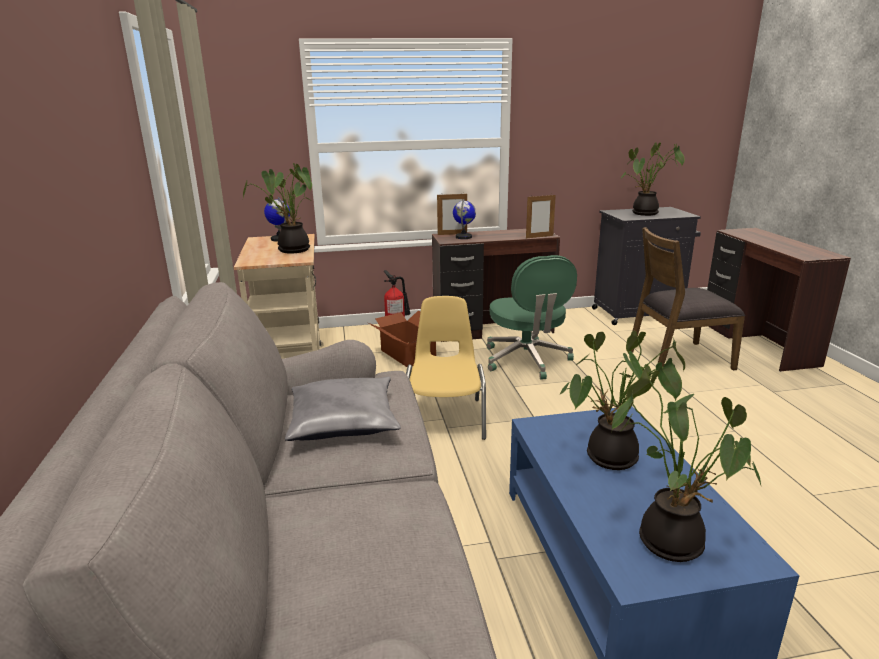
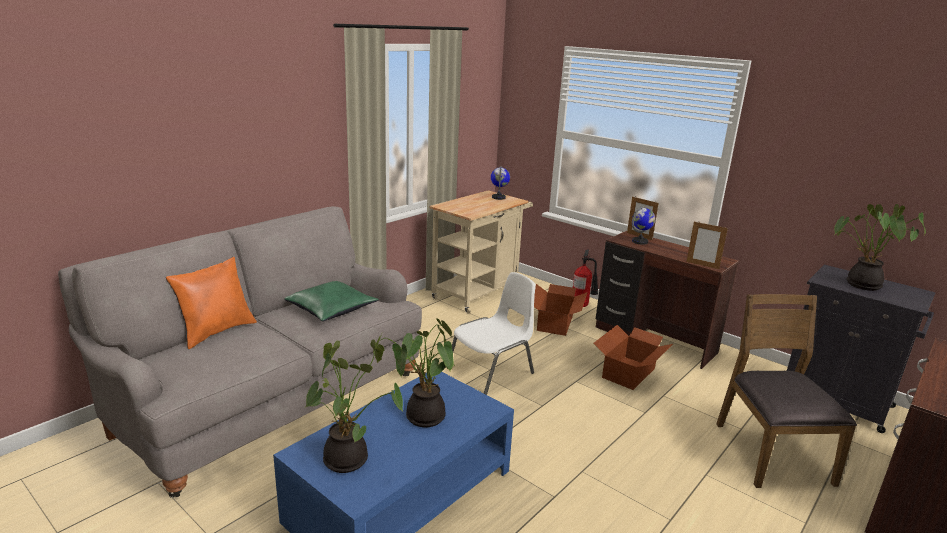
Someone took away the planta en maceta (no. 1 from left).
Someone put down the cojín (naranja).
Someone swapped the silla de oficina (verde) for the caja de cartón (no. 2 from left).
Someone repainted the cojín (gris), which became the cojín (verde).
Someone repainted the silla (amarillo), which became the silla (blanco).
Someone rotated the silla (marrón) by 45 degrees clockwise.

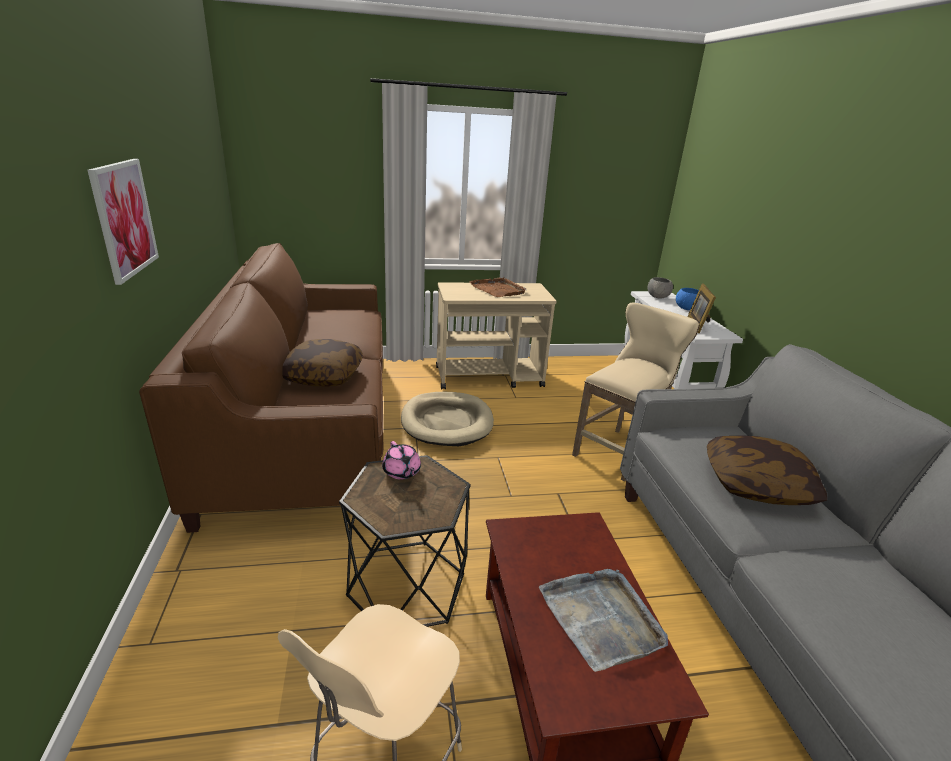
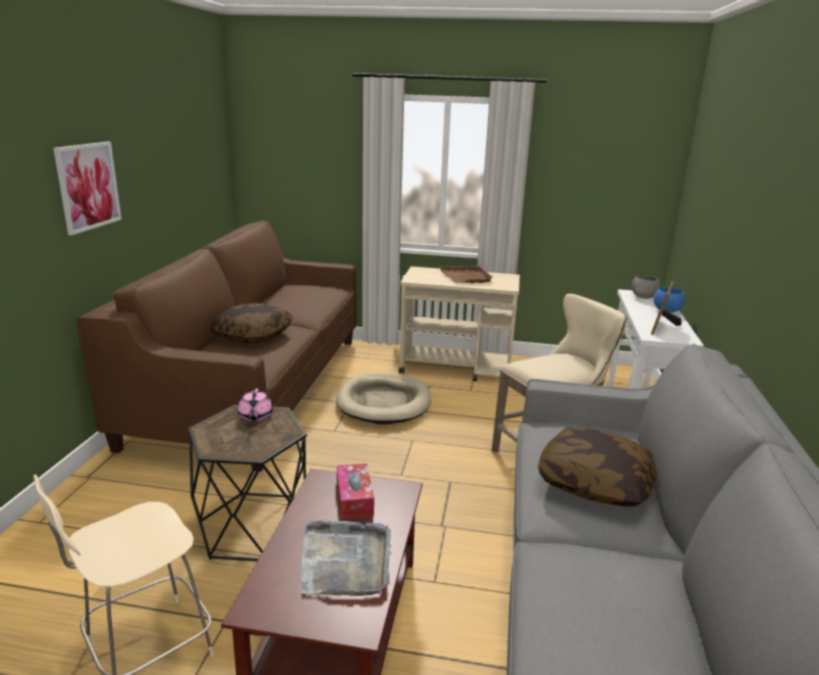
Someone put down the caja de pañuelos.

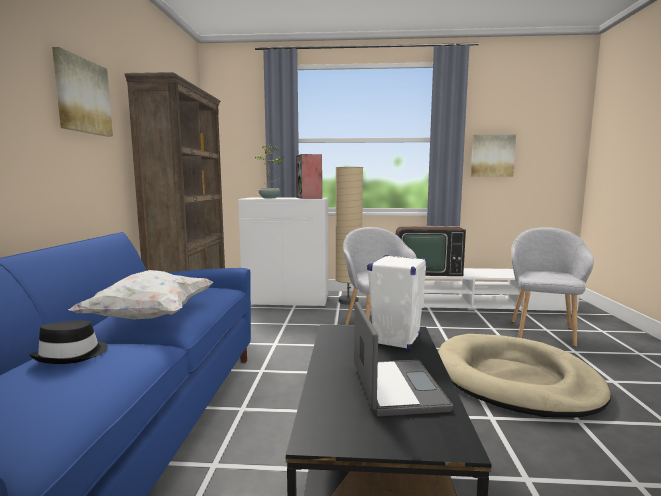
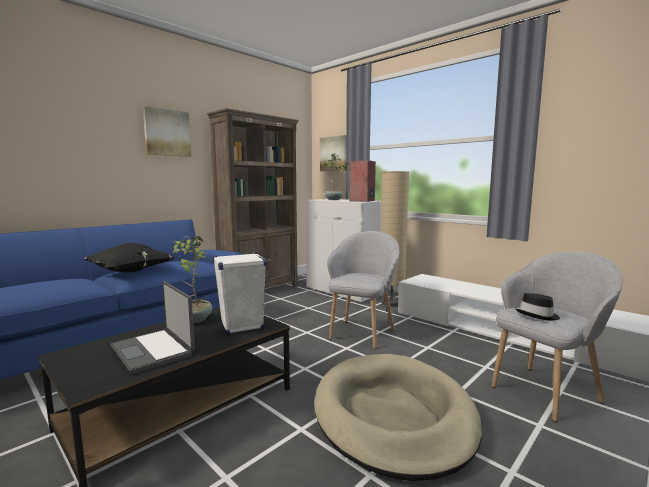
Someone took away the televisor.
Someone put down the planta en maceta (no. 1 from left).
Someone carried the sombrero (negro).
Someone carried the cuadro (no. 2 from left).
Someone repainted the cojín (blanco), which became the cojín (negro).
Someone rotated the portátil by 105 degrees clockwise.

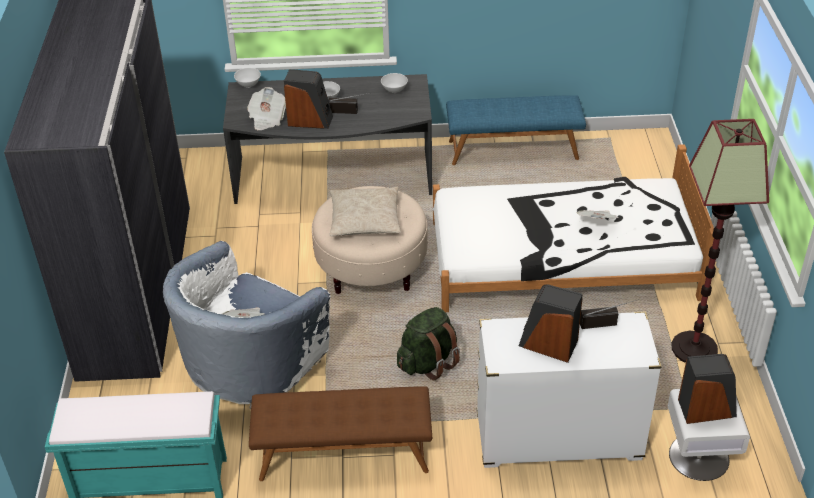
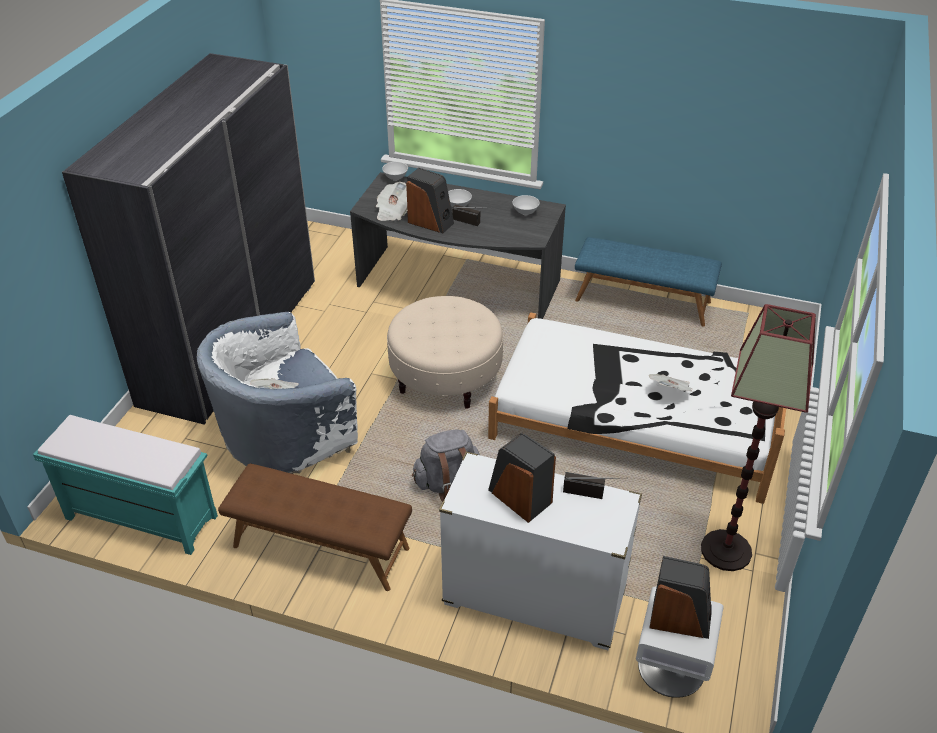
Someone took away the cojín (beis).
Someone repainted the mochila (verde), which became the mochila (gris).

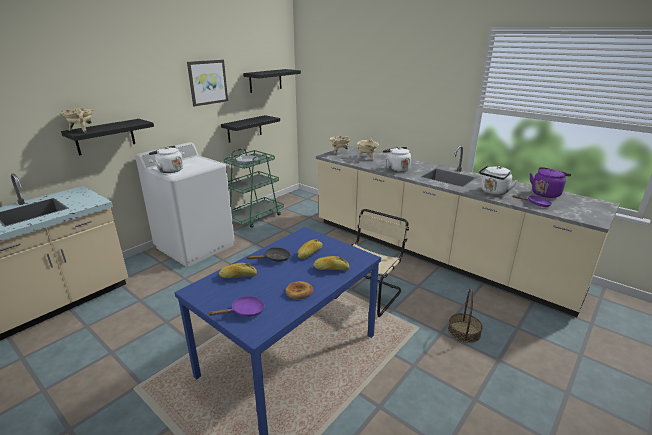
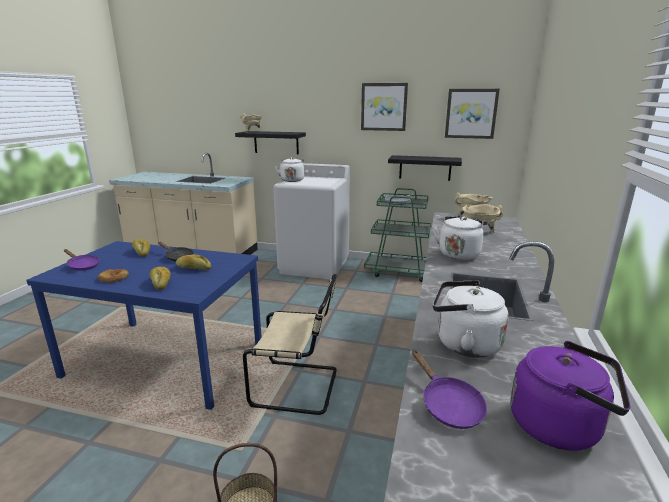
Someone swapped the estante (negro) (no. 3 from left) for the cuadro (no. 2 from left).

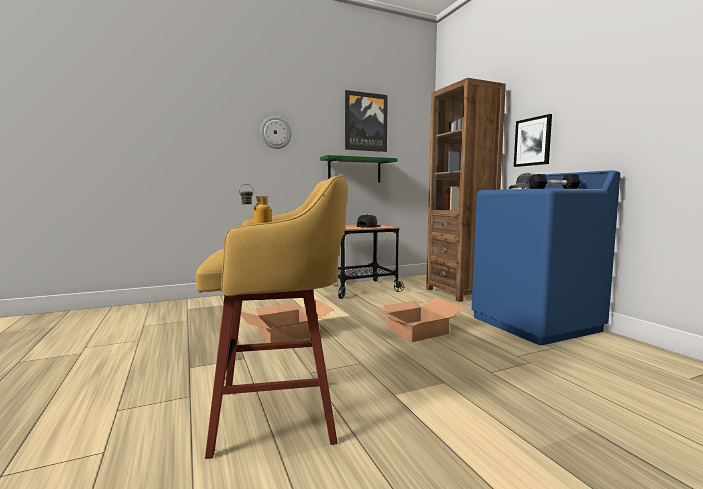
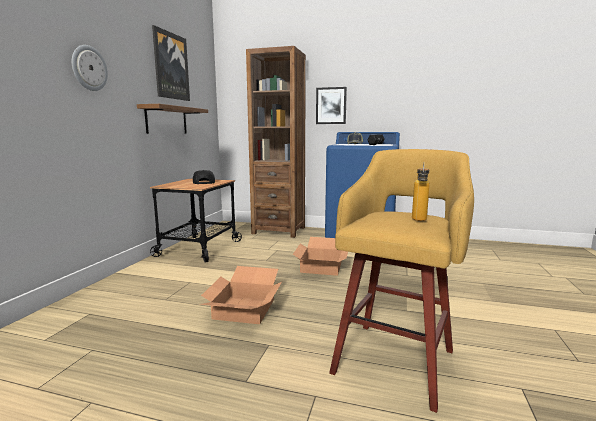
Someone repainted the estante (verde), which became the estante (marrón).

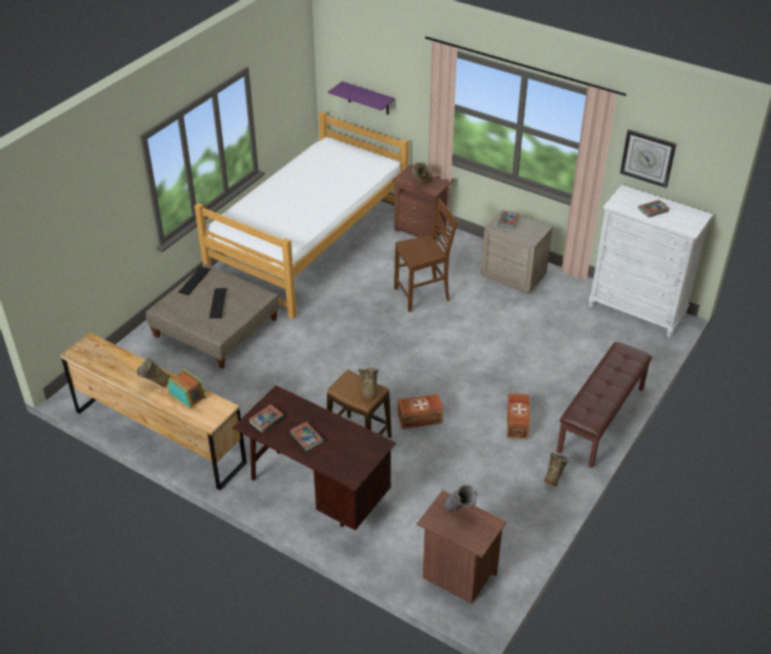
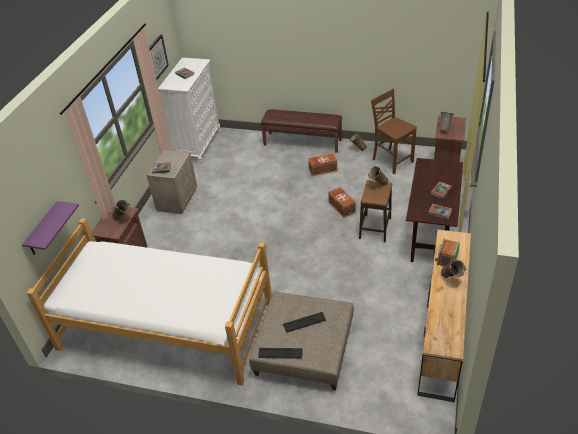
Someone carried the silla (marrón).

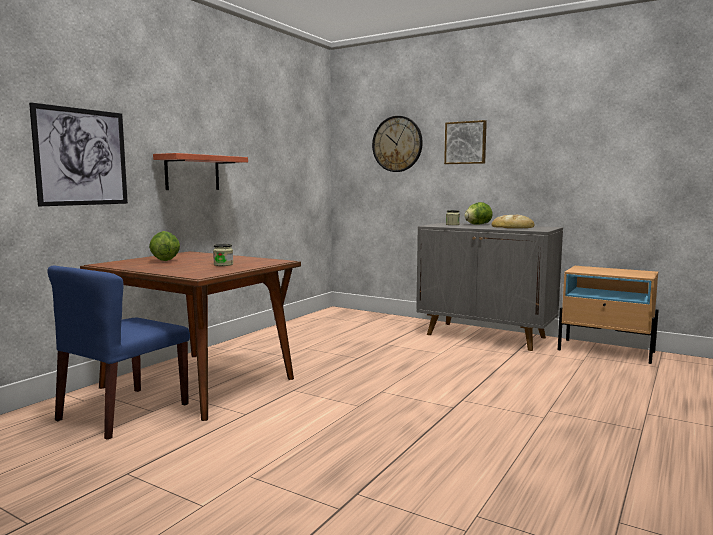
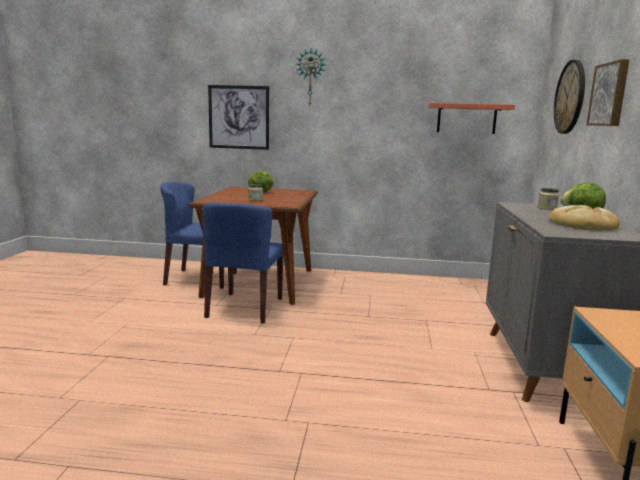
Someone put down the silla (azul) (no. 2 from left).
Someone put up the reloj de pared (no. 1 from left).
Someone carried the estante.

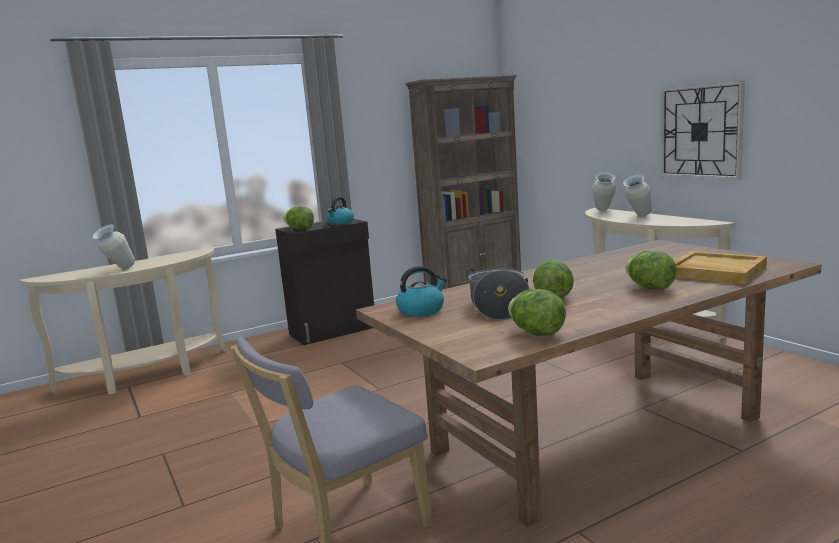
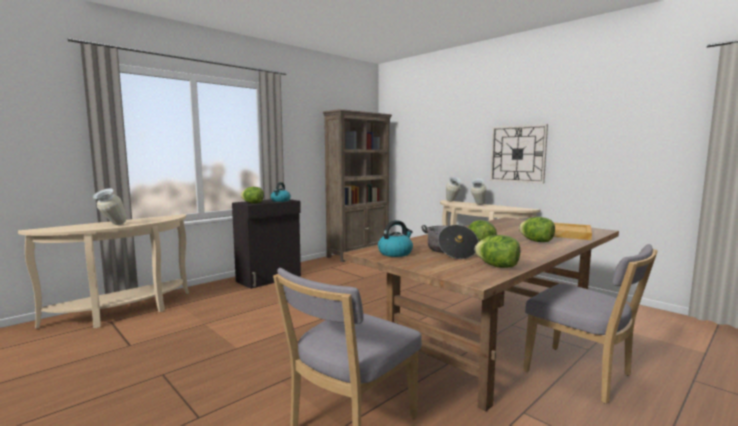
Someone put down the silla (gris) (no. 2 from left).

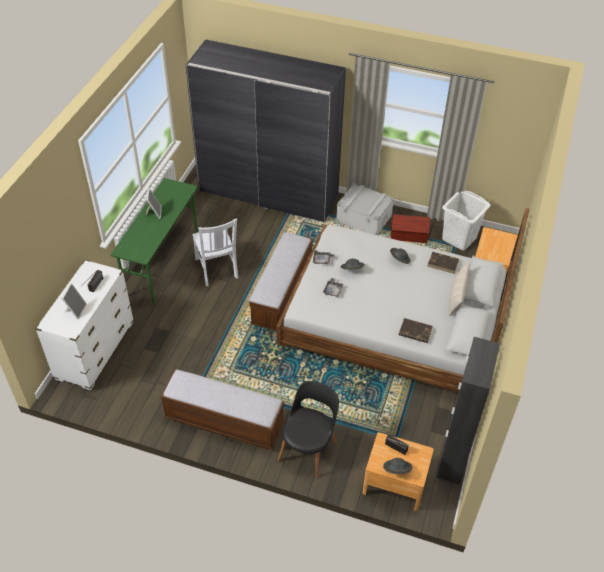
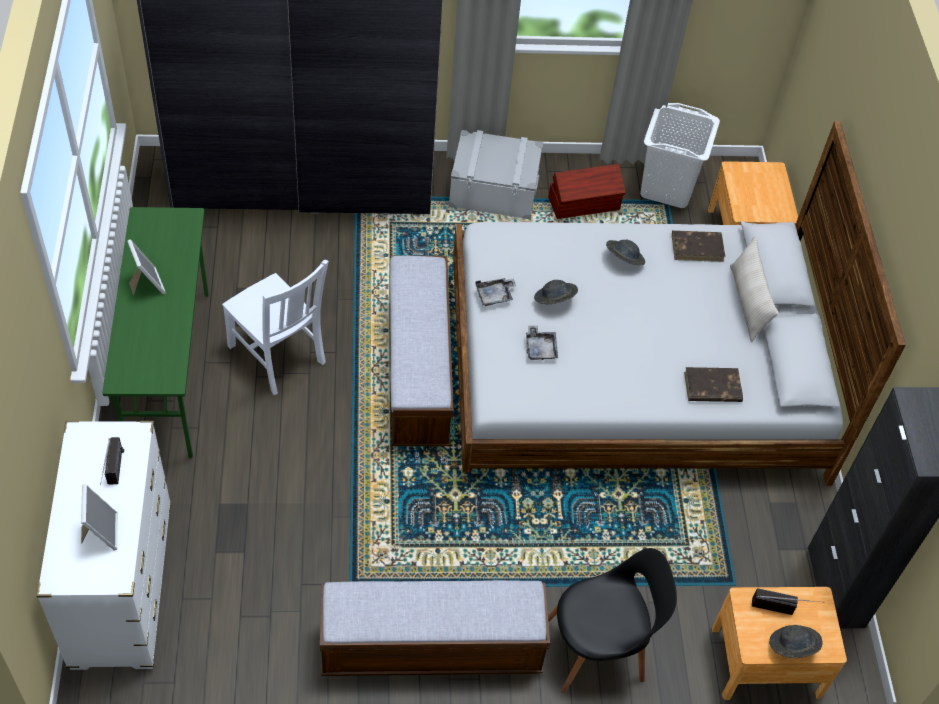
Someone rotated the silla (negro) by 75 degrees clockwise.

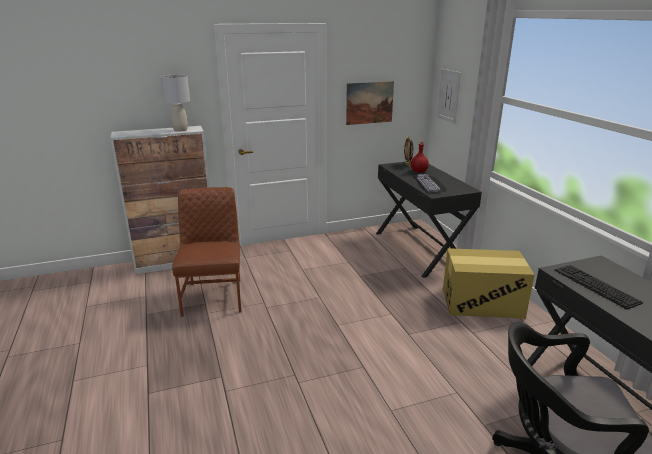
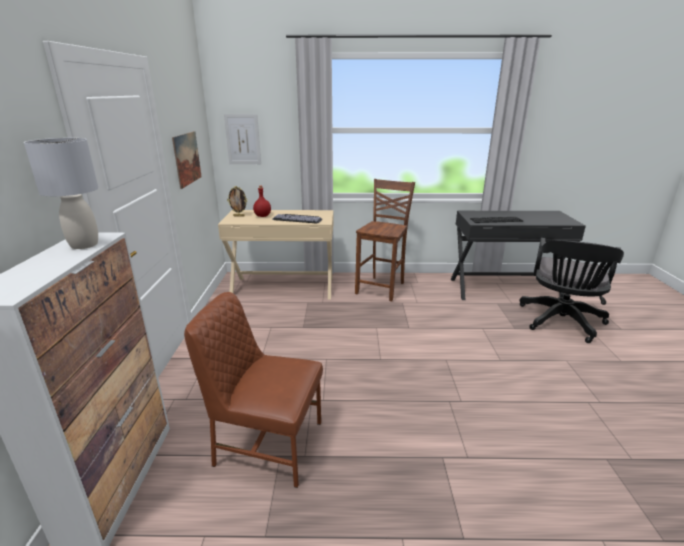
Someone swapped the caja de cartón for the silla (marrón) (no. 2 from left).
Someone repainted the escritorio (negro) (no. 1 from left), which became the escritorio (beis).

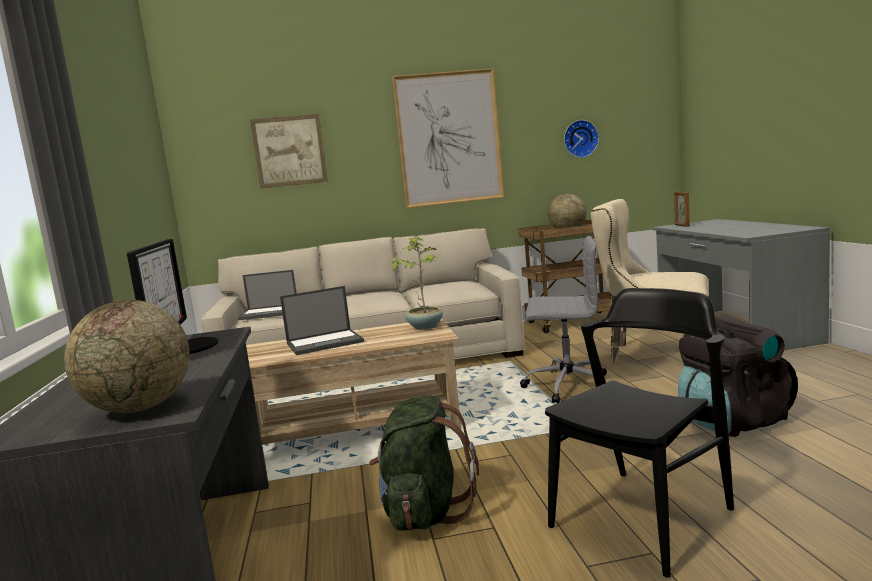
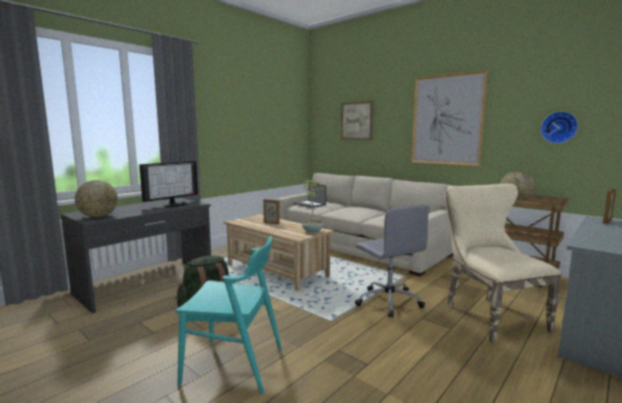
Someone took away the mochila (negro).
Someone swapped the portátil (no. 2 from left) for the portarretratos (no. 1 from left).
Someone repainted the silla (negro), which became the silla (turquesa).

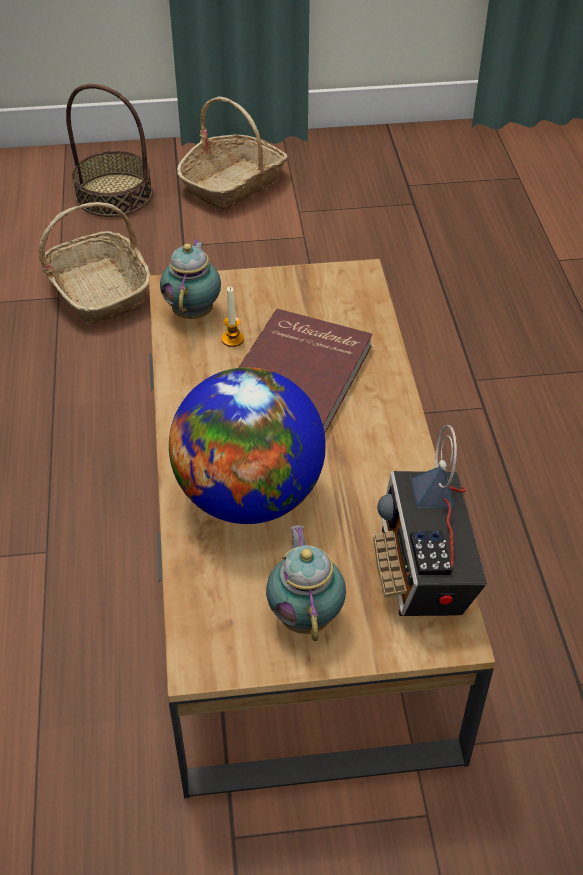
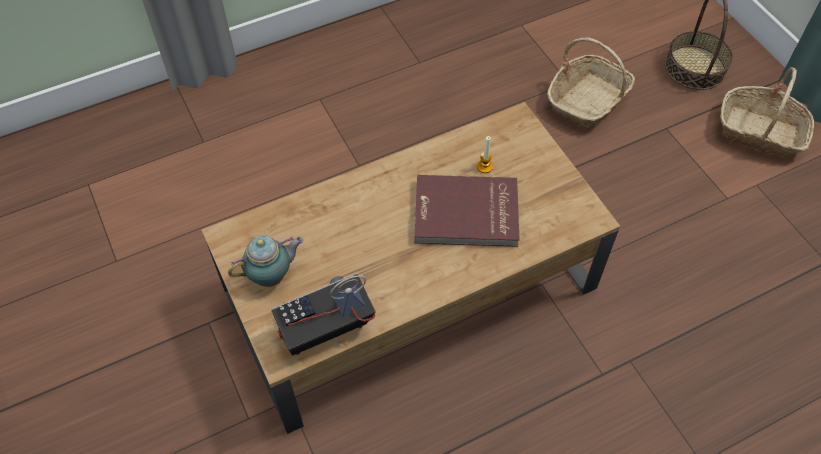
Someone took away the tetera (no. 1 from left).
Someone took away the globo terráqueo.

